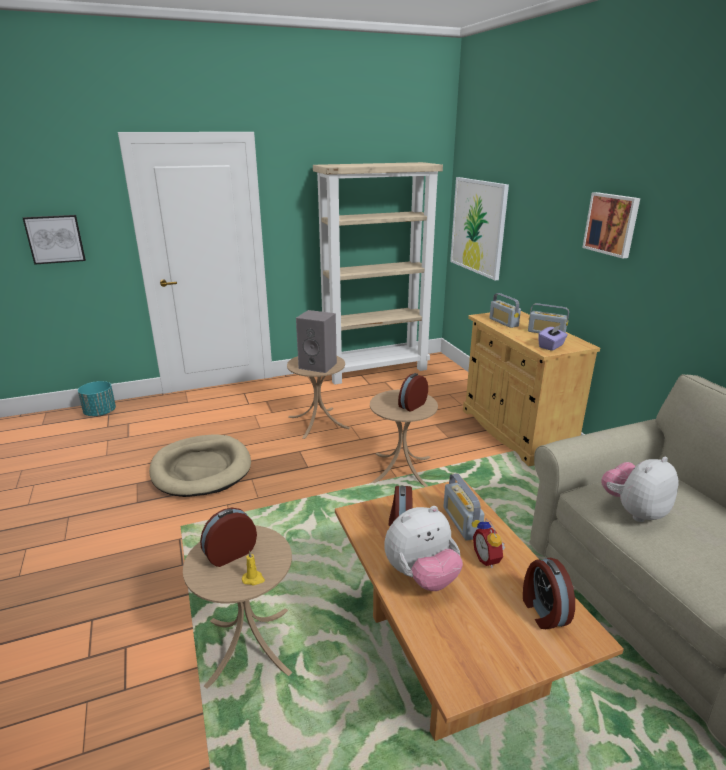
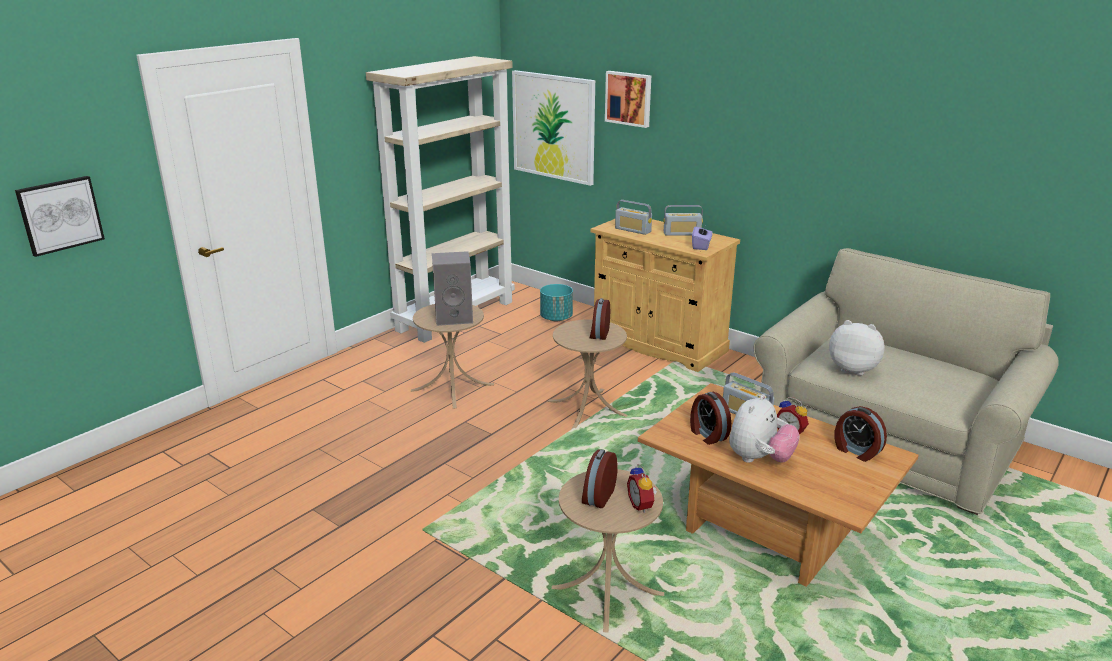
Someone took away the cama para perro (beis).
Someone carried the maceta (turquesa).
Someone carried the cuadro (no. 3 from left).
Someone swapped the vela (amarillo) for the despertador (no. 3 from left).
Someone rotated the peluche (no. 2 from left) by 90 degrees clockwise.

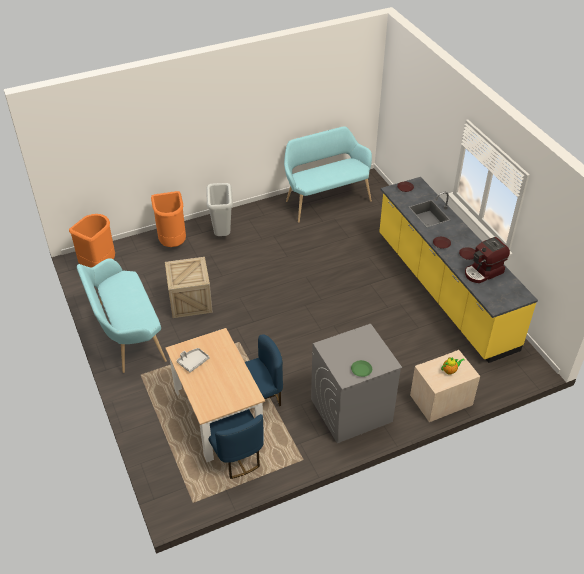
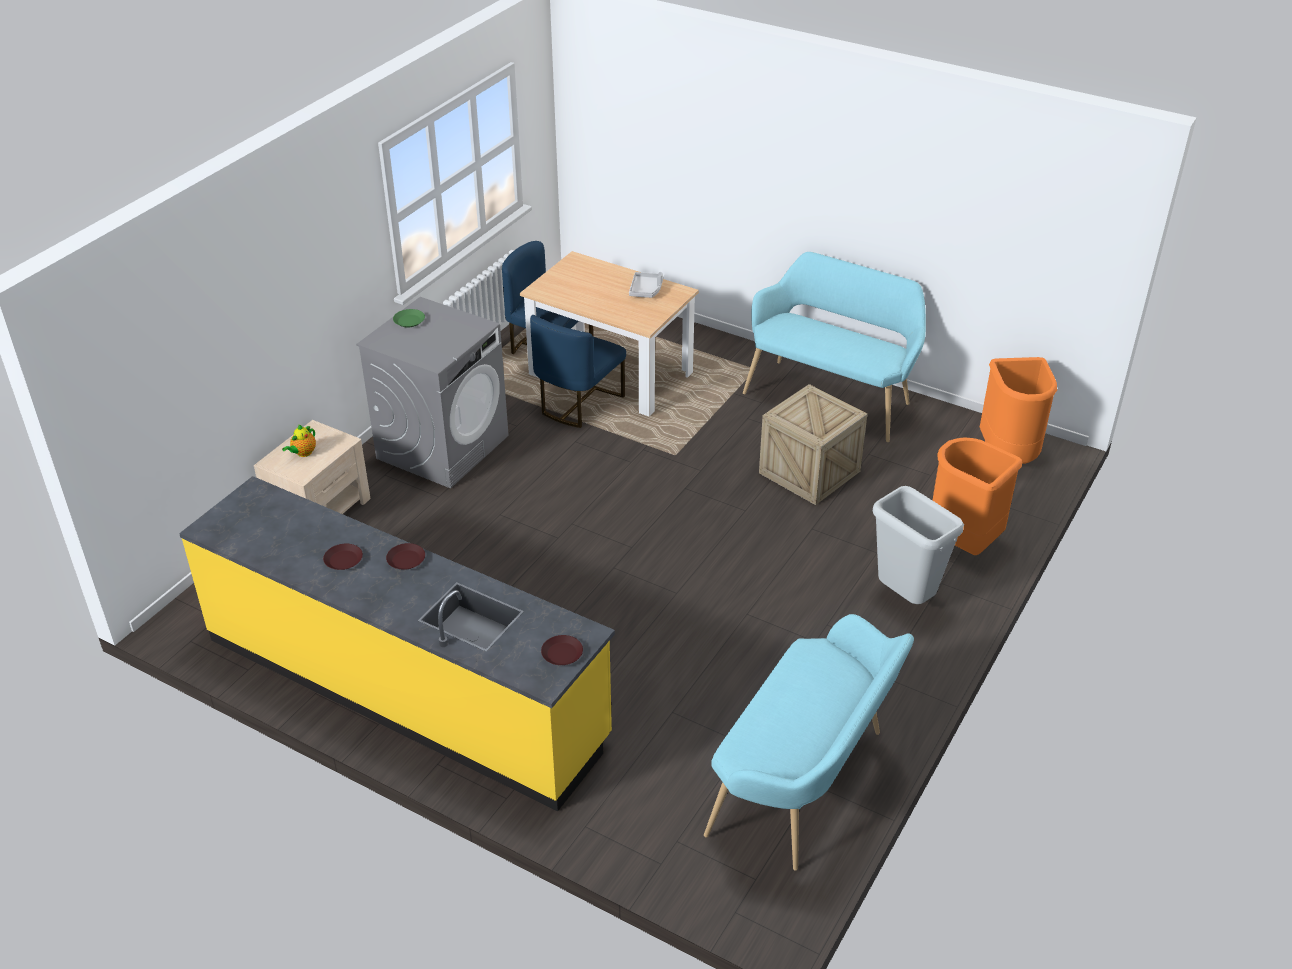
Someone took away the cafetera.

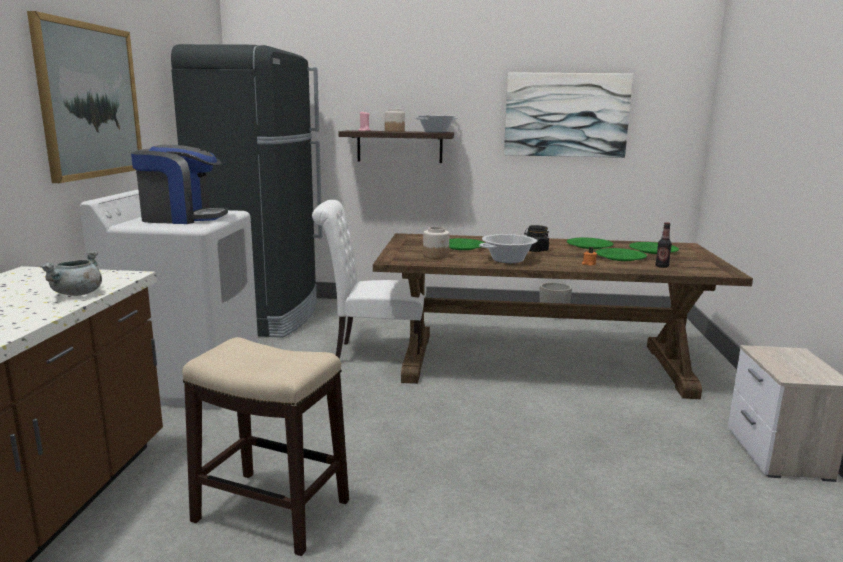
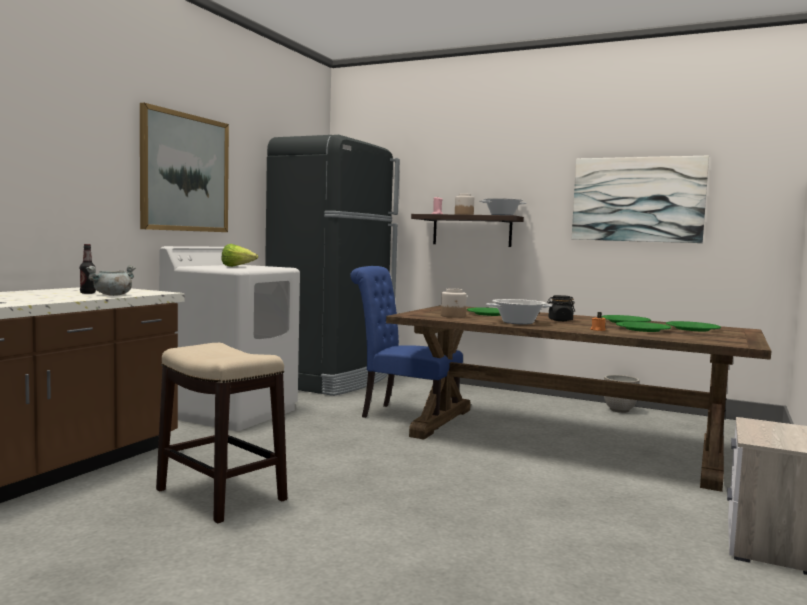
Someone carried the botella.
Someone swapped the cafetera for the lechuga.
Someone repainted the silla (blanco), which became the silla (azul).

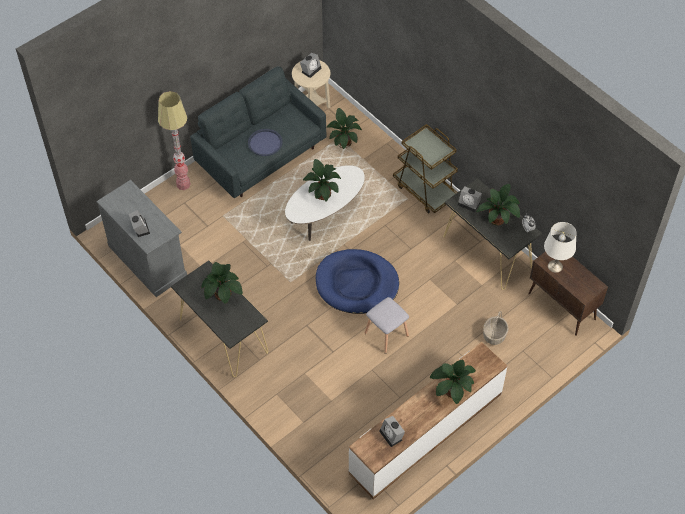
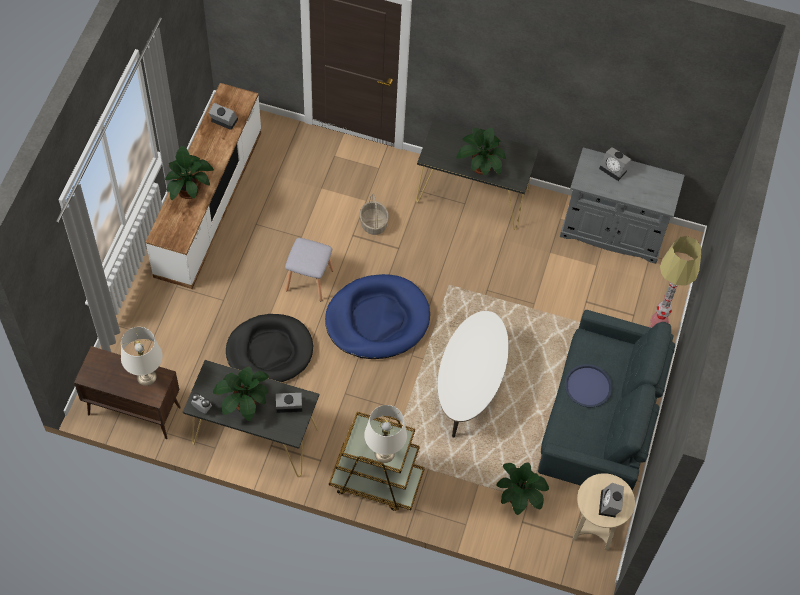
Someone took away the planta en maceta (no. 2 from left).
Someone put down the cama para perro (negro).
Someone put down the lámpara de mesa (blanco) (no. 2 from left).
Someone carried the cesta.

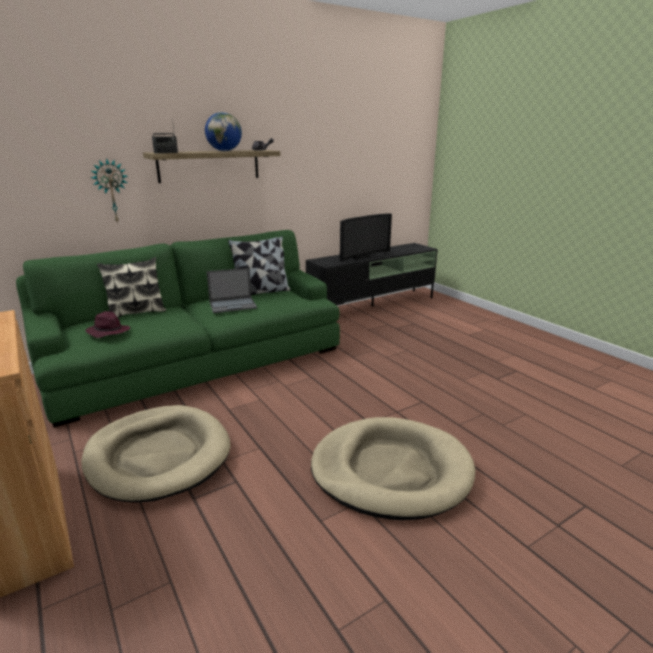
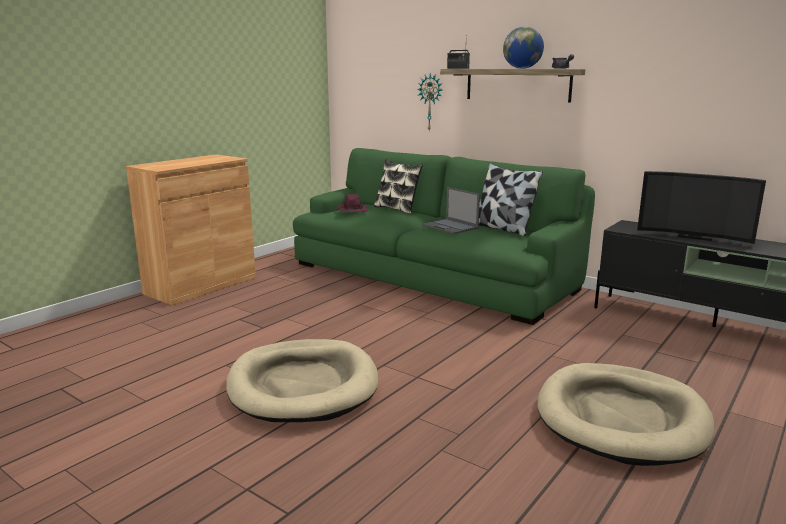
Someone carried the cama para perro (beis) (no. 1 from left in the first image).

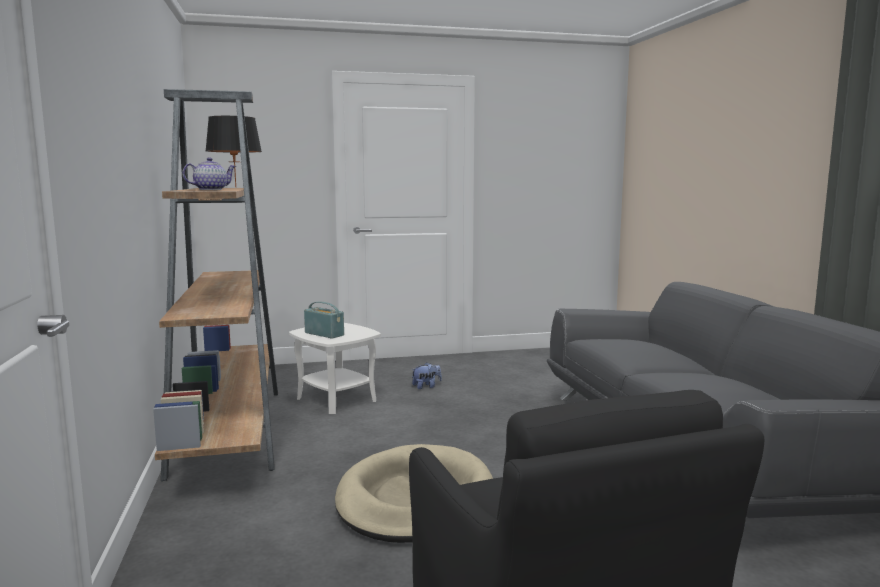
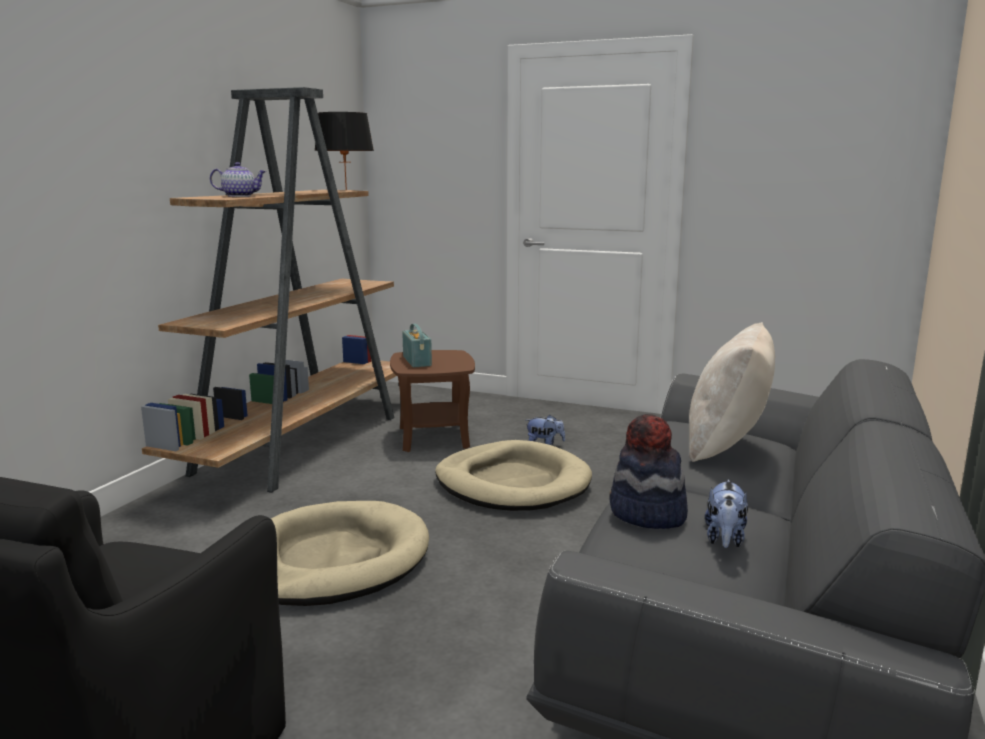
Someone put down the cama para perro (beis) (no. 2 from left).
Someone put down the sombrero.
Someone put down the cojín (beis).
Someone put down the peluche (no. 2 from left).
Someone repainted the mesa auxiliar (blanco), which became the mesa auxiliar (marrón).

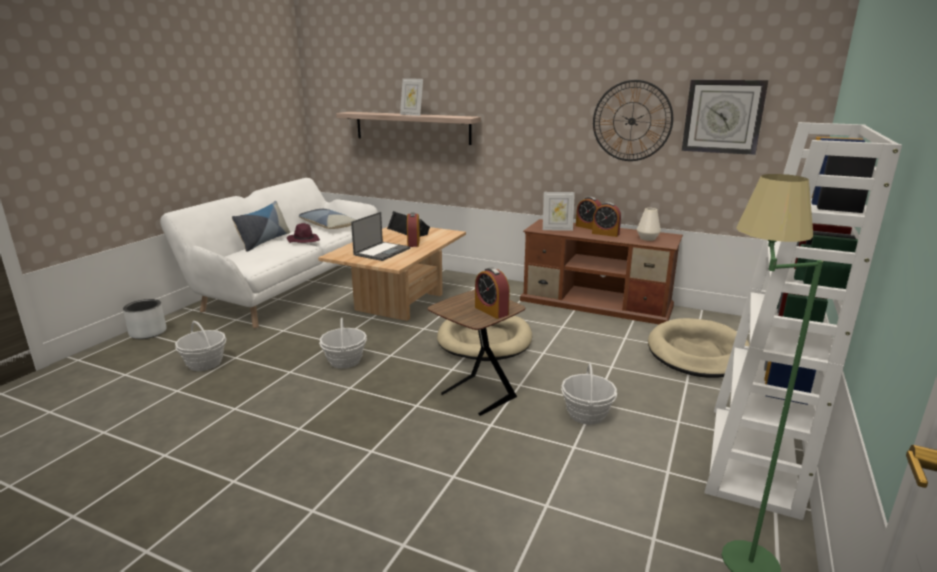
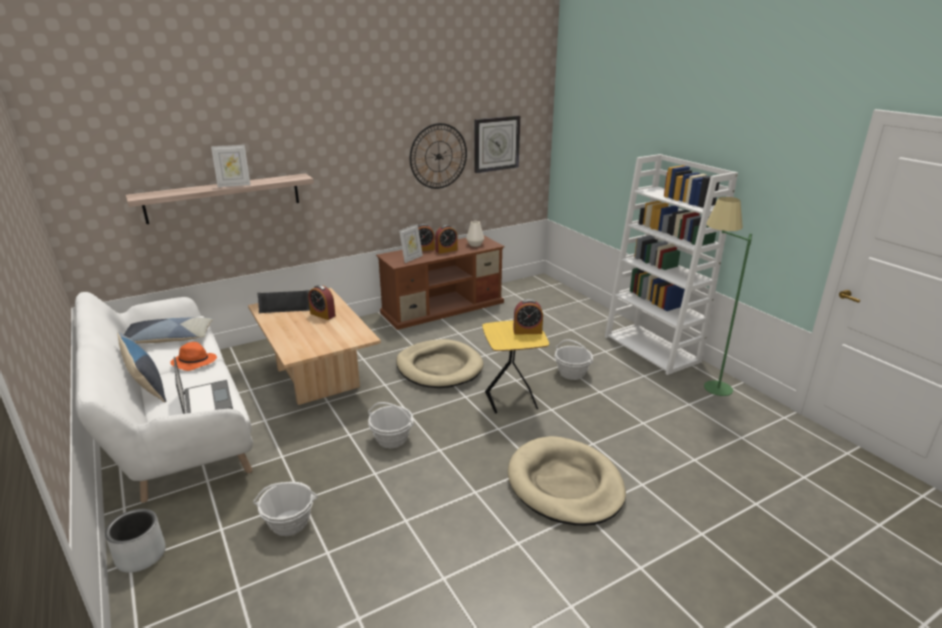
Someone carried the portátil.
Someone carried the cama para perro (beis) (no. 2 from left).
Someone repainted the sombrero (morado), which became the sombrero (naranja).
Someone repainted the mesa auxiliar (marrón), which became the mesa auxiliar (amarillo).

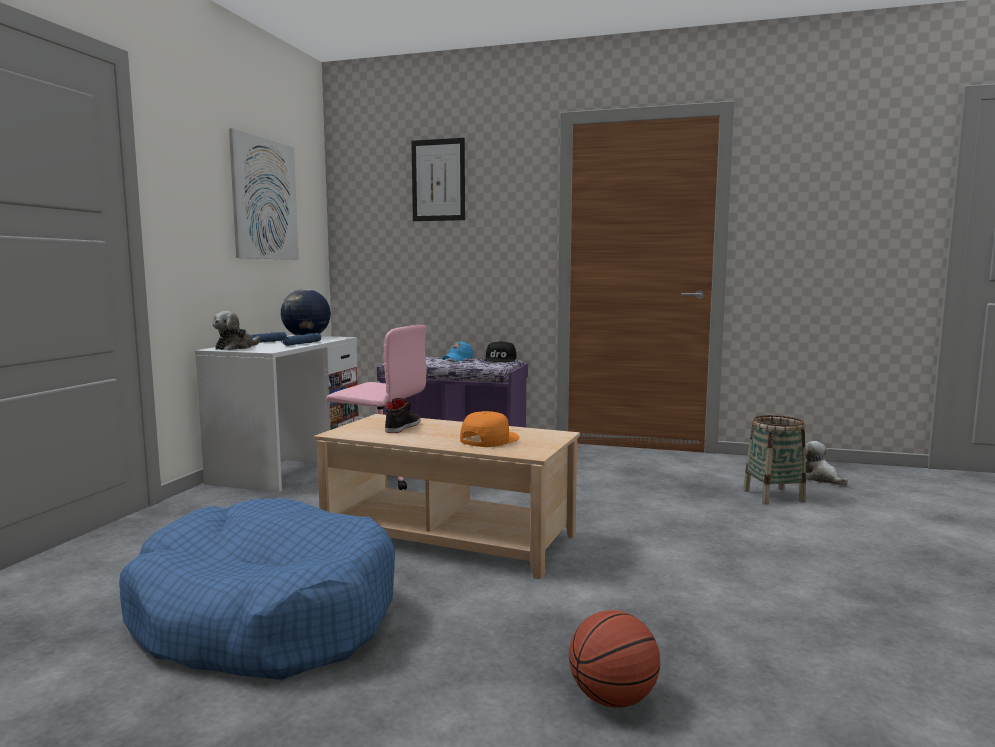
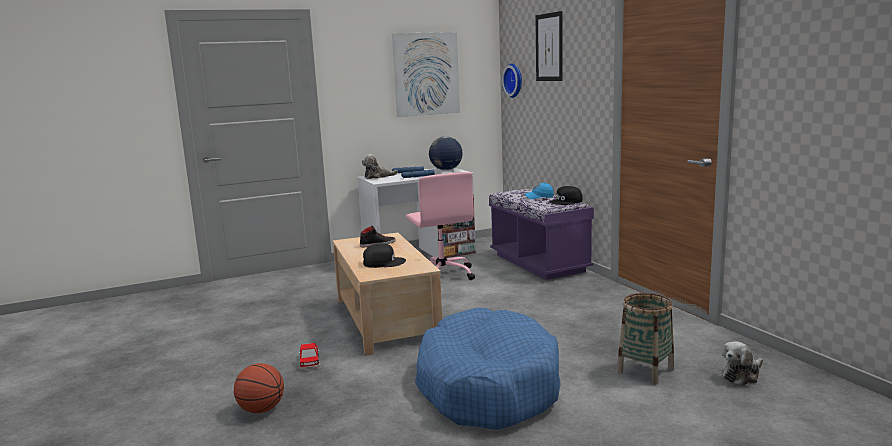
Someone put down the coche de juguete.
Someone put up the reloj de pared.
Someone carried the cama para perro (azul).
Someone repainted the gorra (naranja), which became the gorra (negro) (no. 1 from left).
Someone rotated the peluche (no. 2 from left) by 150 degrees counterclockwise.

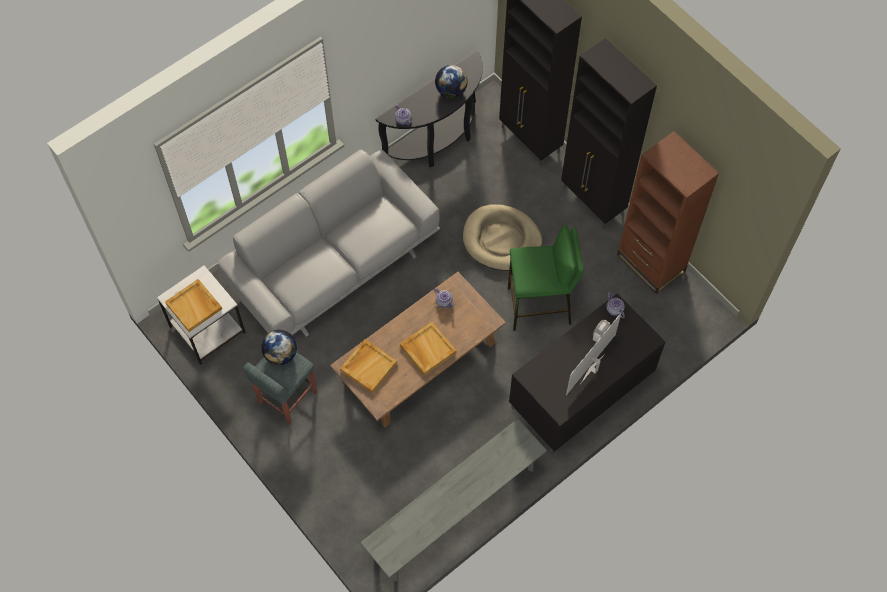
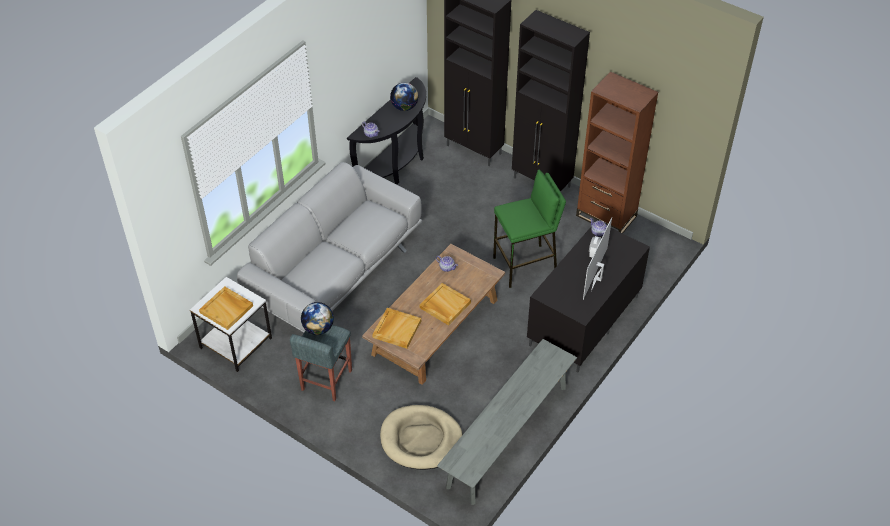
Someone carried the cama para perro (beis).

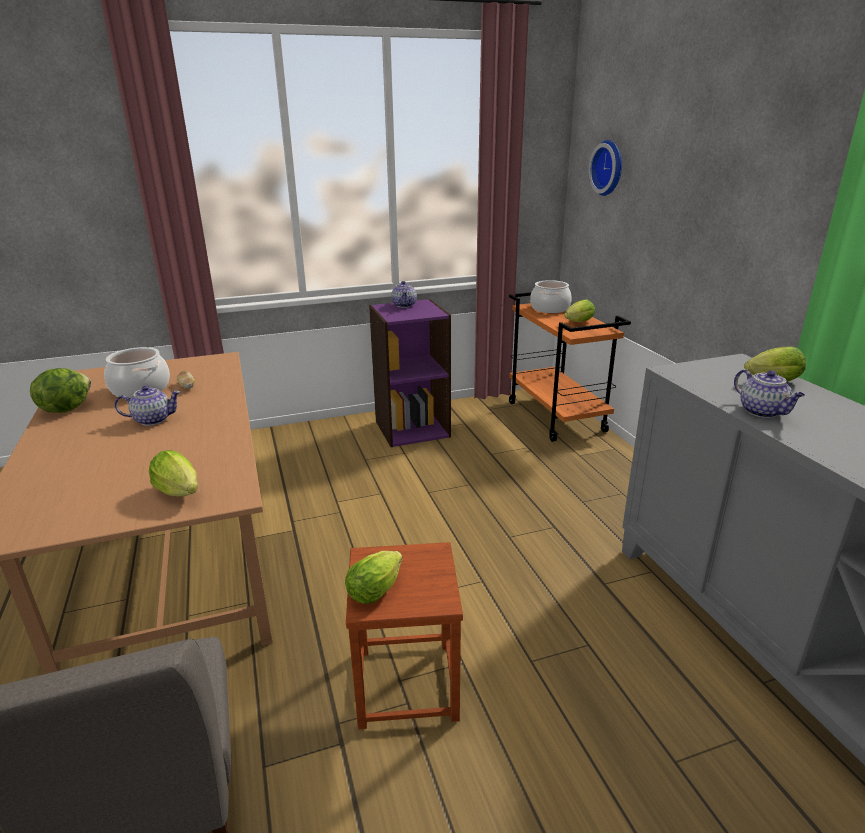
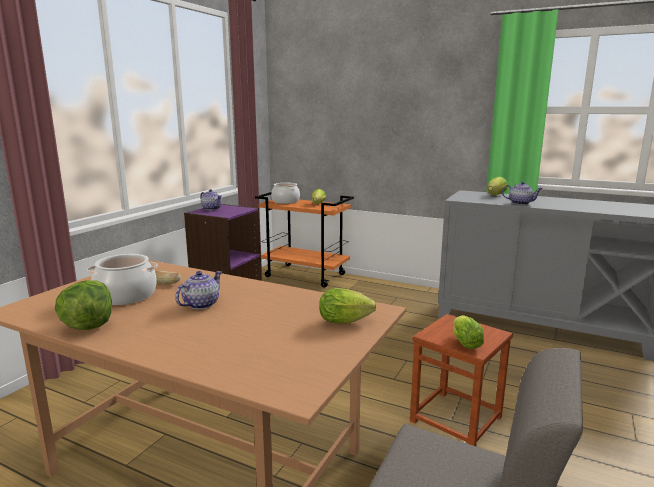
Someone took away the reloj de pared.

